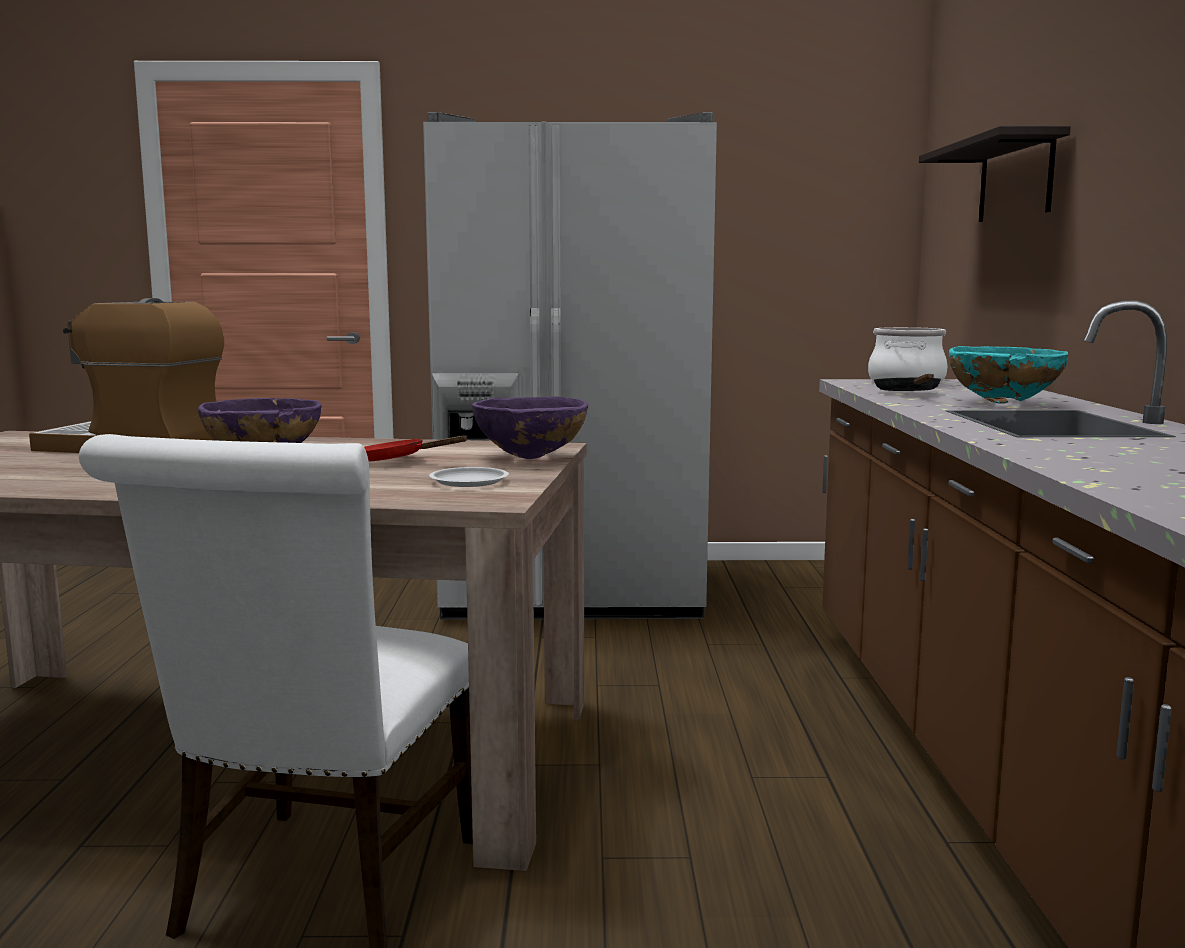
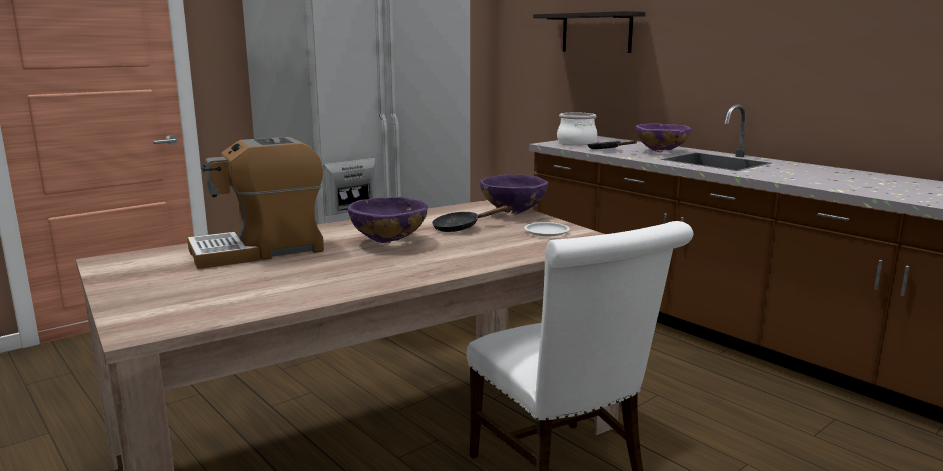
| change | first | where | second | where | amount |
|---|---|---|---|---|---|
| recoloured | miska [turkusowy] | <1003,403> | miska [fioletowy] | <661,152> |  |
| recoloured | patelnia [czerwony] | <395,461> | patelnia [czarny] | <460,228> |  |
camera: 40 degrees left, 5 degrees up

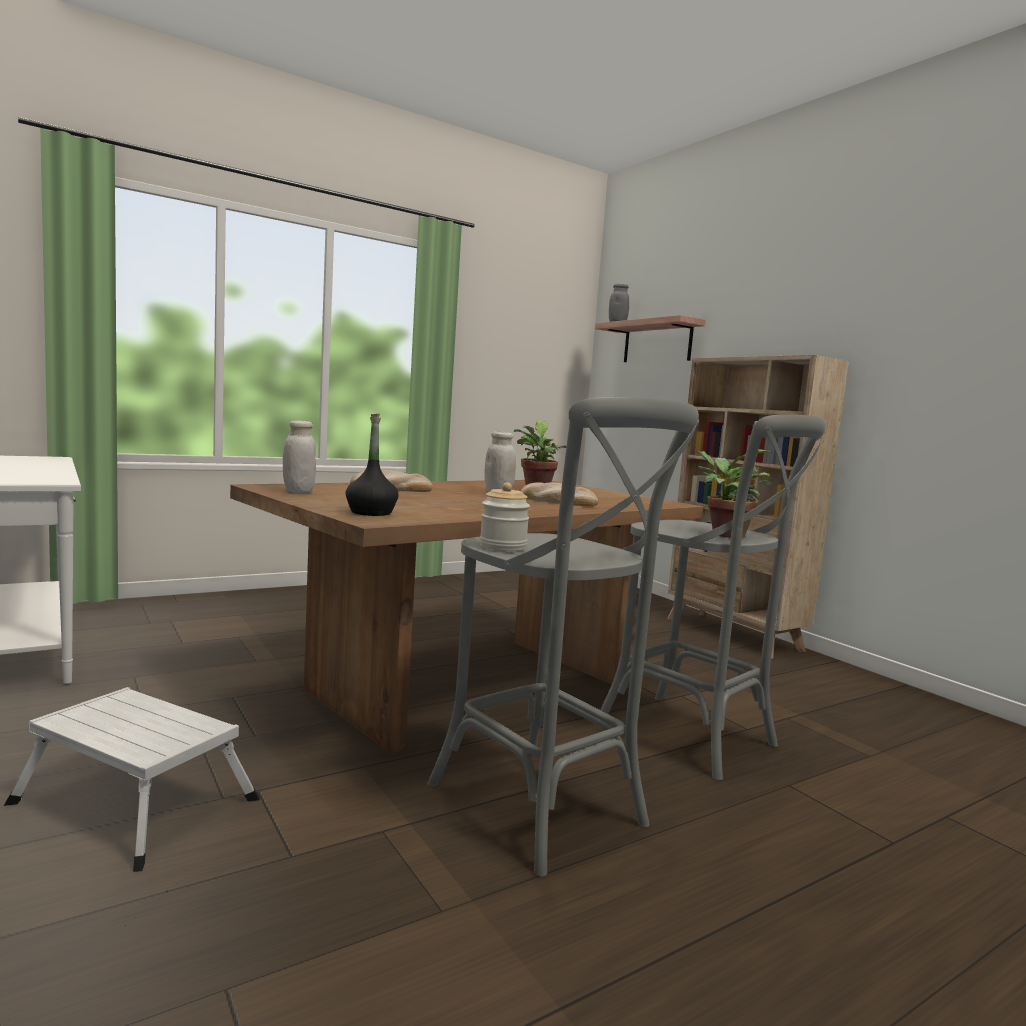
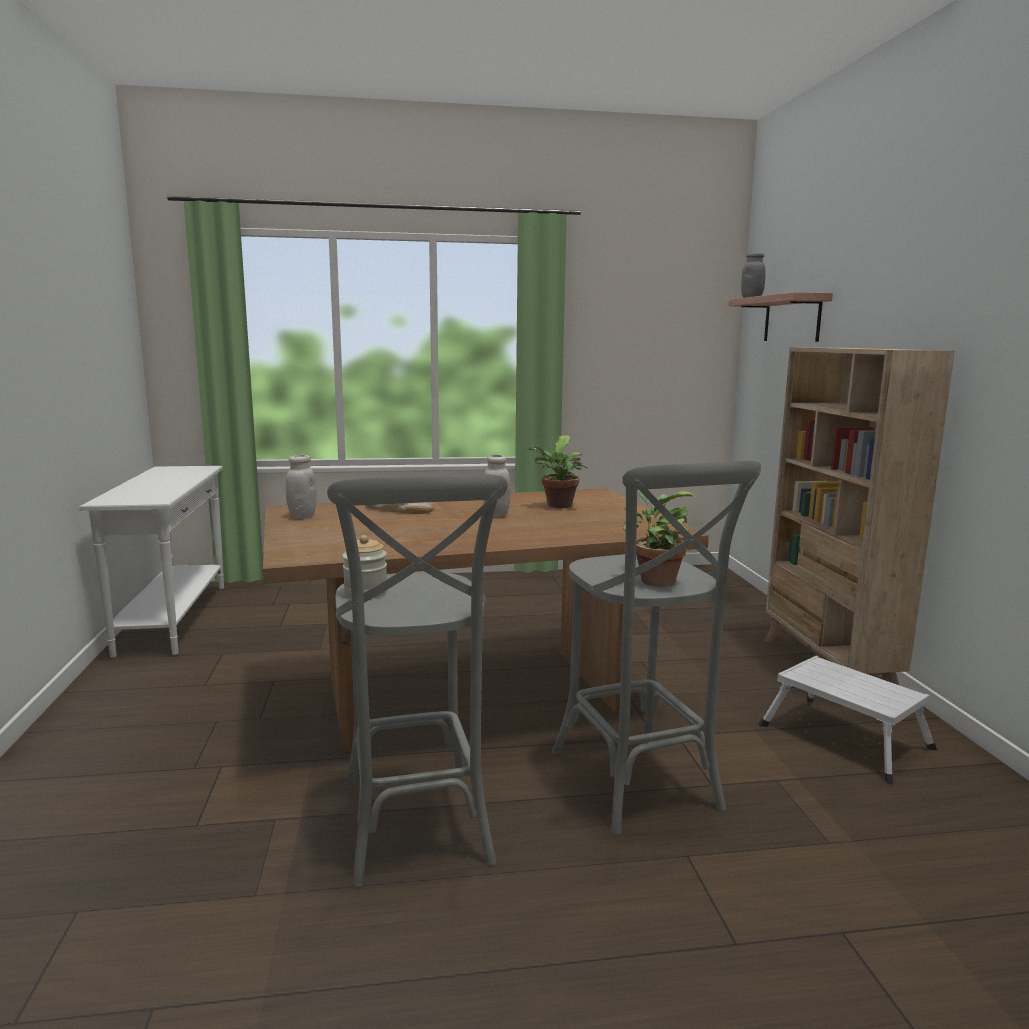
| change | first | where | second | where | amount |
|---|---|---|---|---|---|
| removed | butelka [czarny] | <371,513> |  |  |  |
| removed | chleb | <557,501> |  |  |  |
| moved | drabinka [biały] | <134,800> |  | <844,736> |  |
camera: 25 degrees right, 5 degrees up

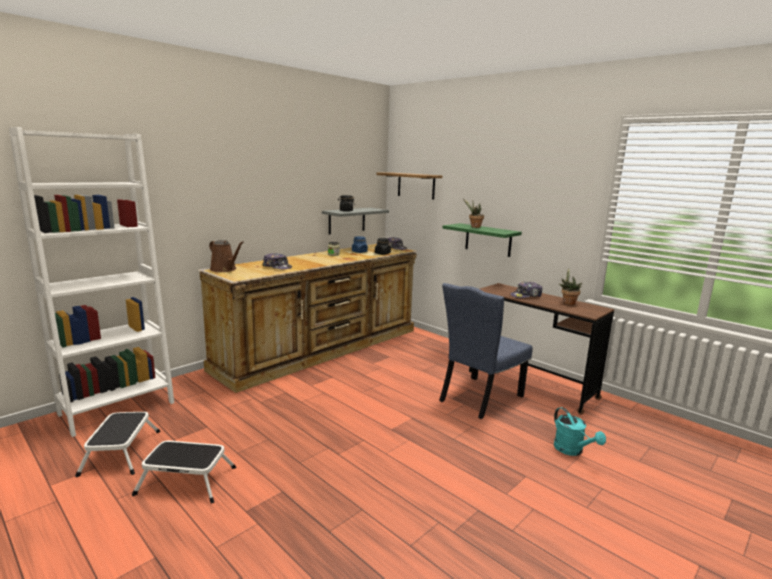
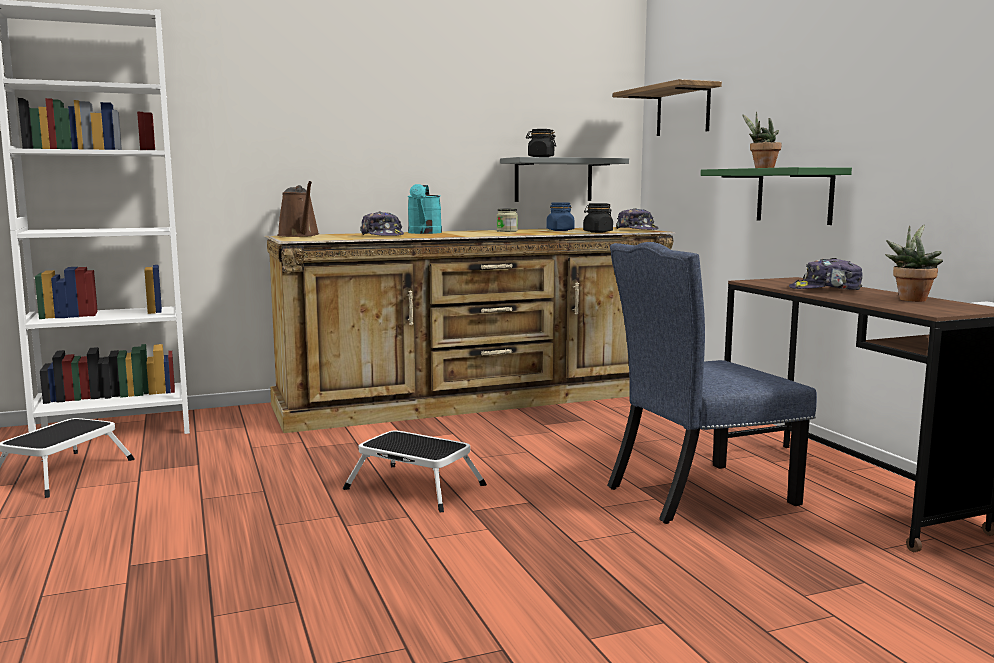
| change | first | where | second | where | amount |
|---|---|---|---|---|---|
| moved | konewka [turkusowy] | <572,450> |  | <424,233> |  |
| moved | drabinka [czarny] | <186,481> |  | <414,487> |  |
camera: 25 degrees right, 5 degrees down

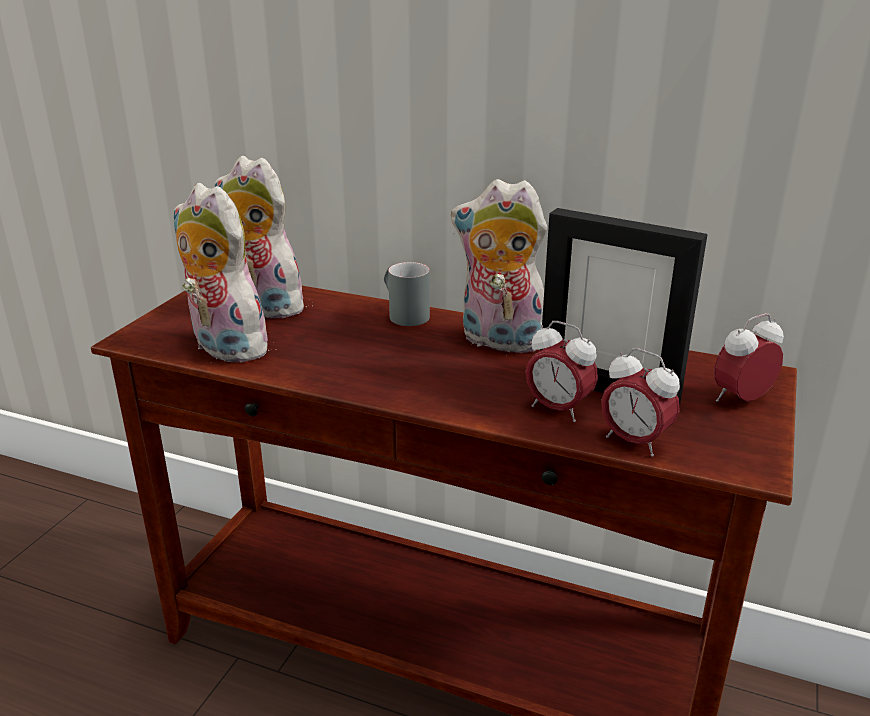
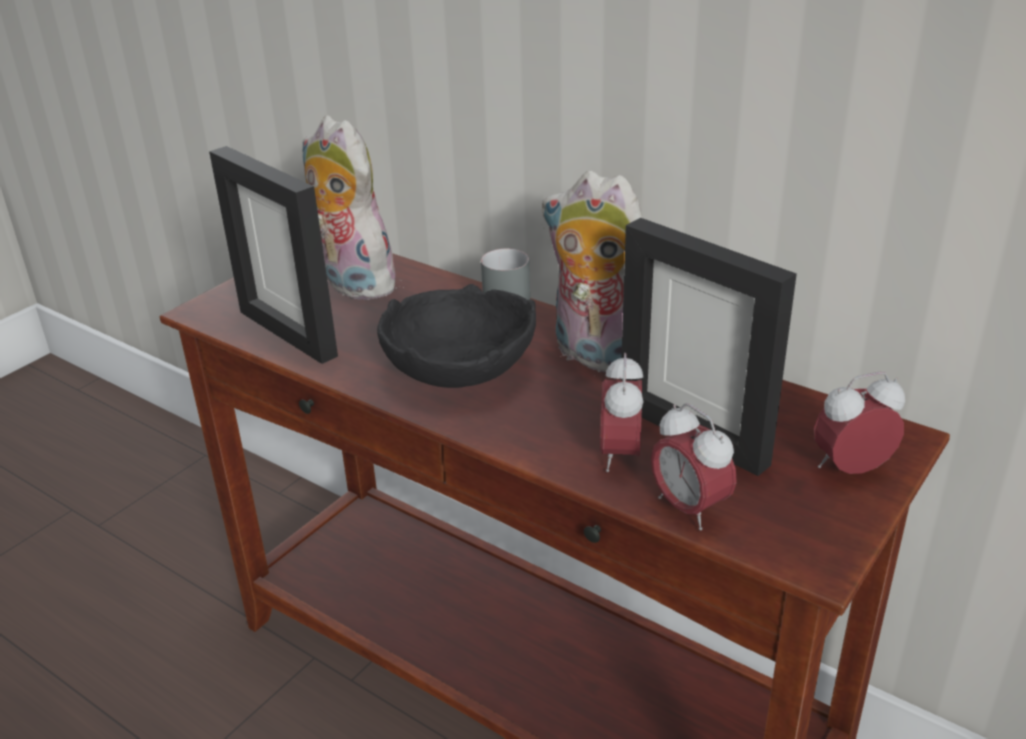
| change | first | where | second | where | amount |
|---|---|---|---|---|---|
| replaced | pluszak | <223,348> | ramka na zdjęcie | <290,332> |  |
| turned | budzik | <558,409> |  | <620,454> | 45 degrees clockwise |
| added |  |  | miska [czarny] | <458,369> |  |
camera: 15 degrees right, 5 degrees up

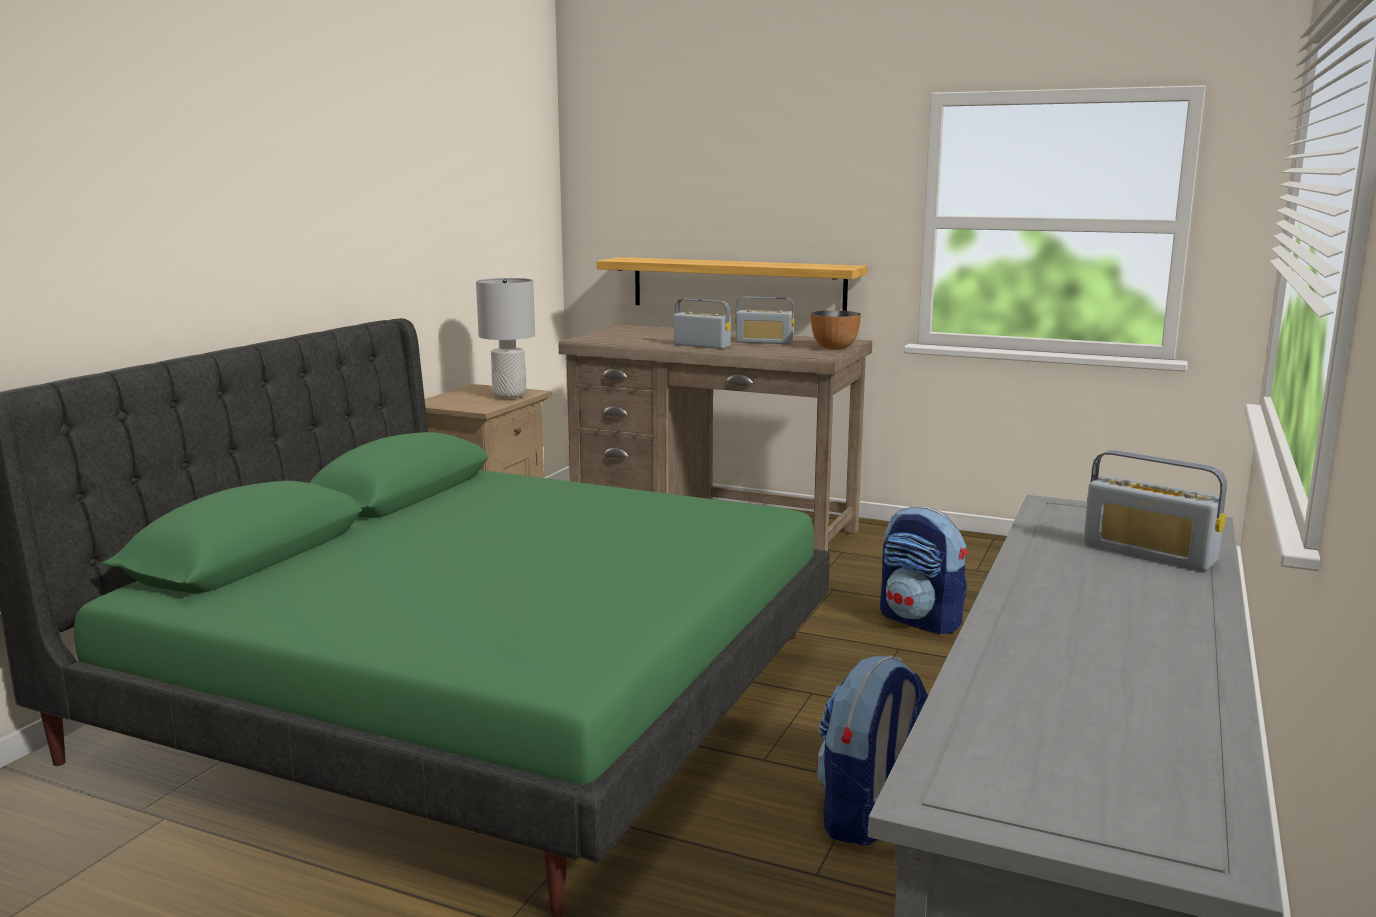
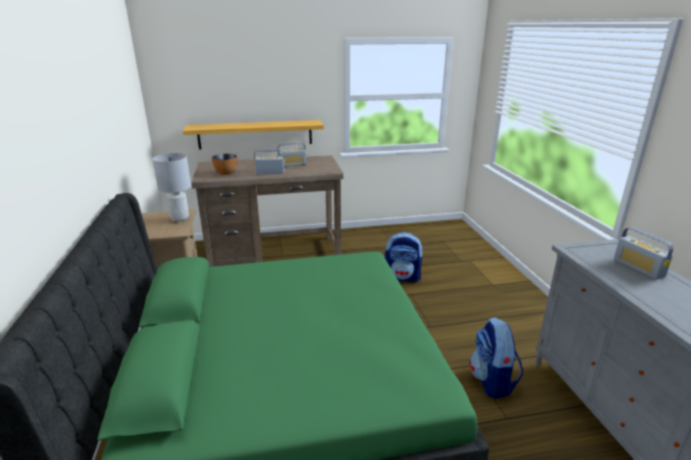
| change | first | where | second | where | amount |
|---|---|---|---|---|---|
| moved | miska | <834,348> |  | <226,173> |  |
| turned | radio | <1149,553> |  | <638,268> | 60 degrees clockwise |
camera: 35 degrees left, 10 degrees up

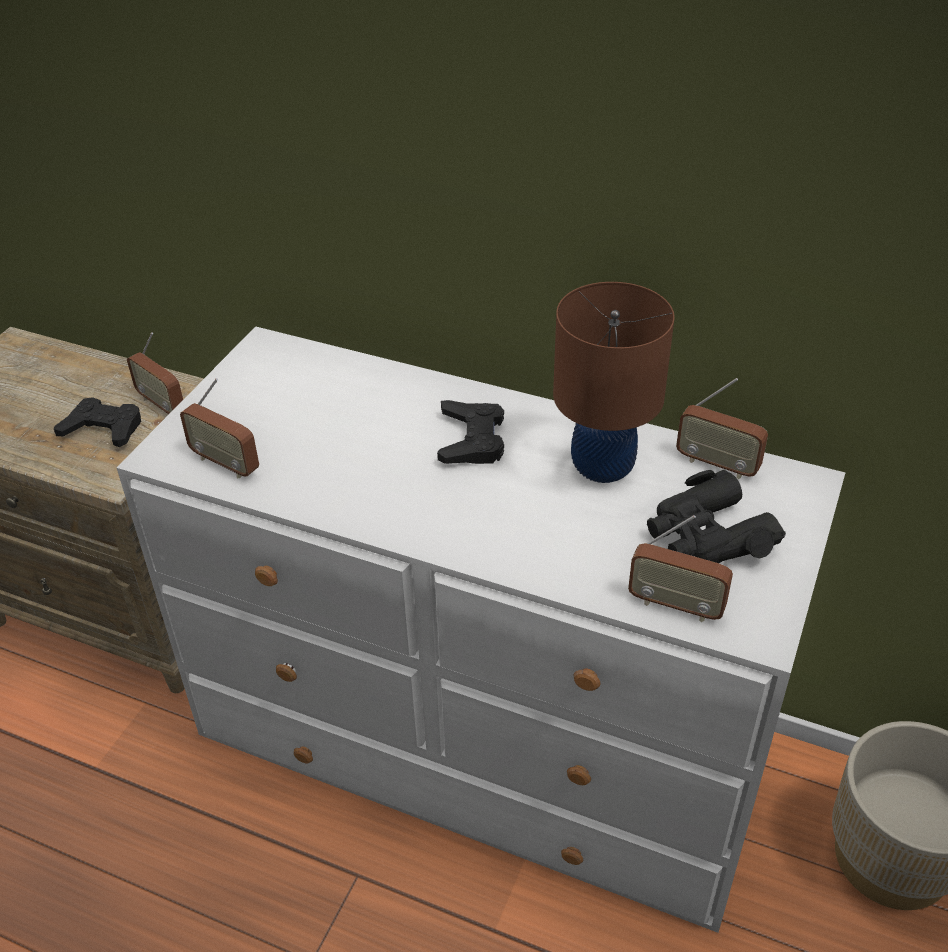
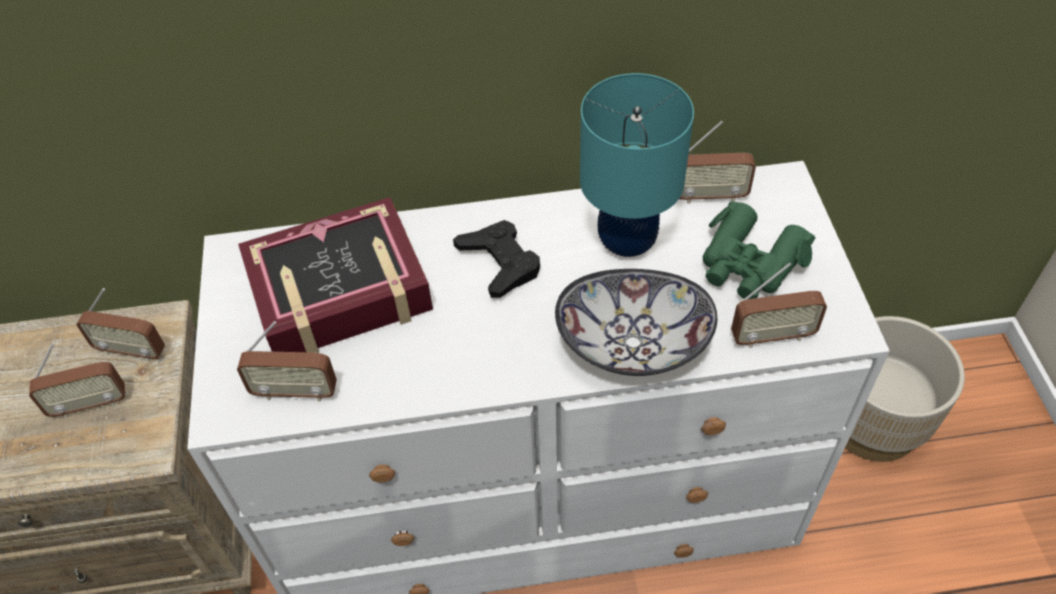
| change | first | where | second | where | amount |
|---|---|---|---|---|---|
| recoloured | lampa stołowa [brązowy] | <605,470> | lampa stołowa [turkusowy] | <630,241> |  |
| replaced | pad do gier [czarny] | <103,429> | radio | <89,404> |  |
| recoloured | lornetka [czarny] | <707,535> | lornetka [zielony] | <749,263> |  |
| added |  |  | książka | <340,292> |  |
| added |  |  | miska | <632,344> |  |
camera: 30 degrees left, 10 degrees up

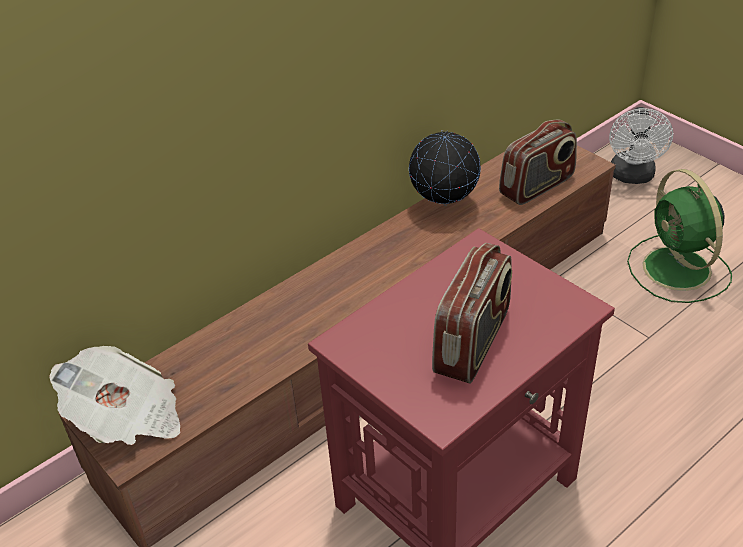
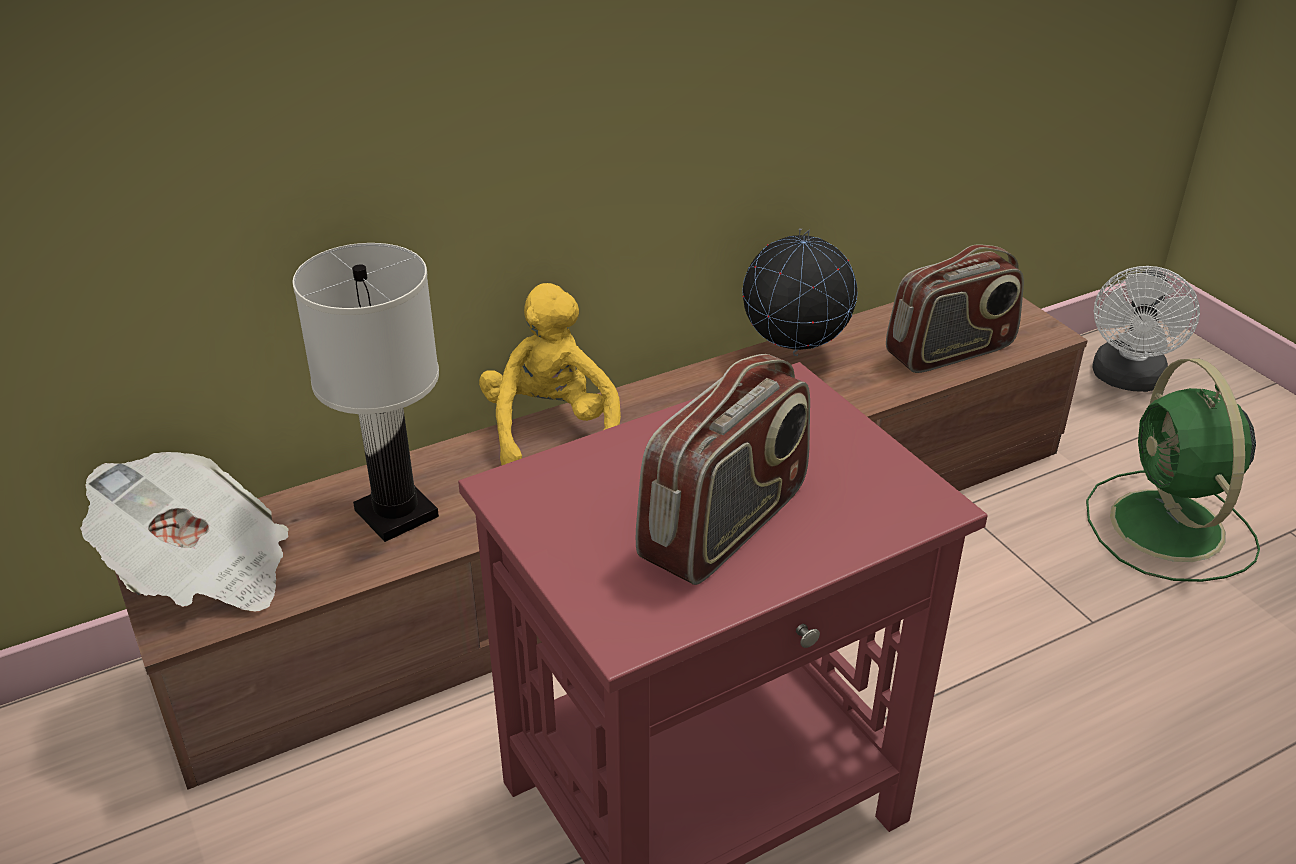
| change | first | where | second | where | amount |
|---|---|---|---|---|---|
| added |  |  | lampa stołowa [biały] | <398,513> |  |
| added |  |  | pluszak [żółty] | <551,430> |  |
camera: 10 degrees right, 5 degrees down

